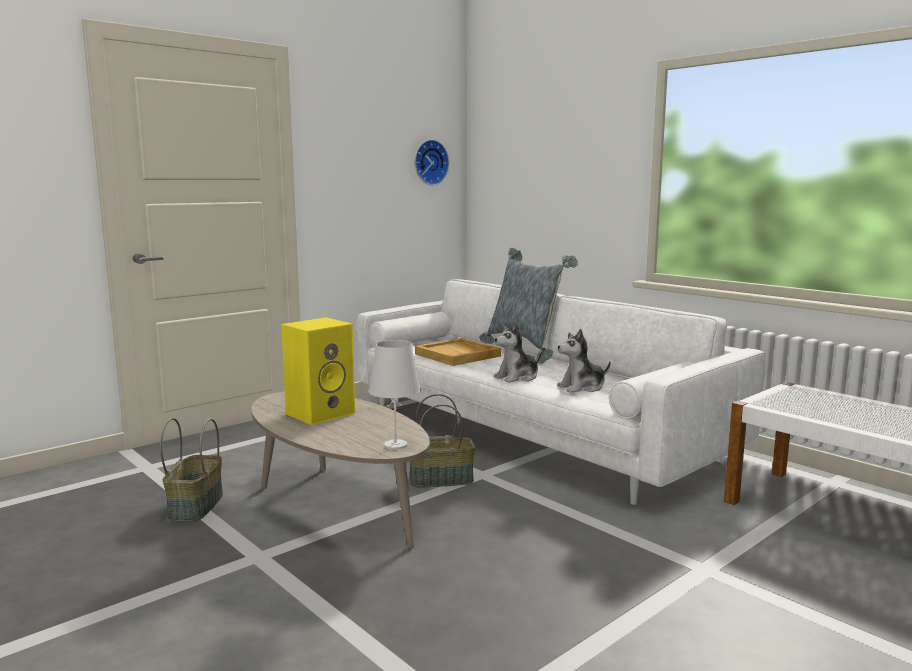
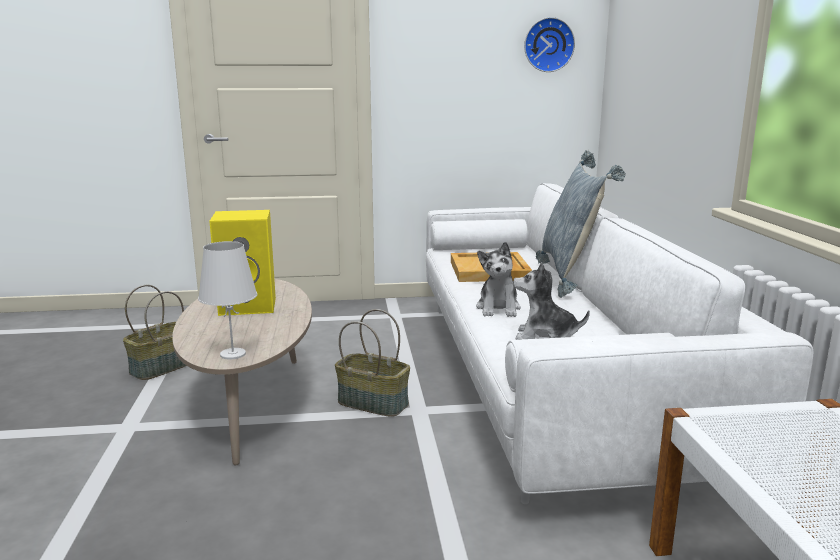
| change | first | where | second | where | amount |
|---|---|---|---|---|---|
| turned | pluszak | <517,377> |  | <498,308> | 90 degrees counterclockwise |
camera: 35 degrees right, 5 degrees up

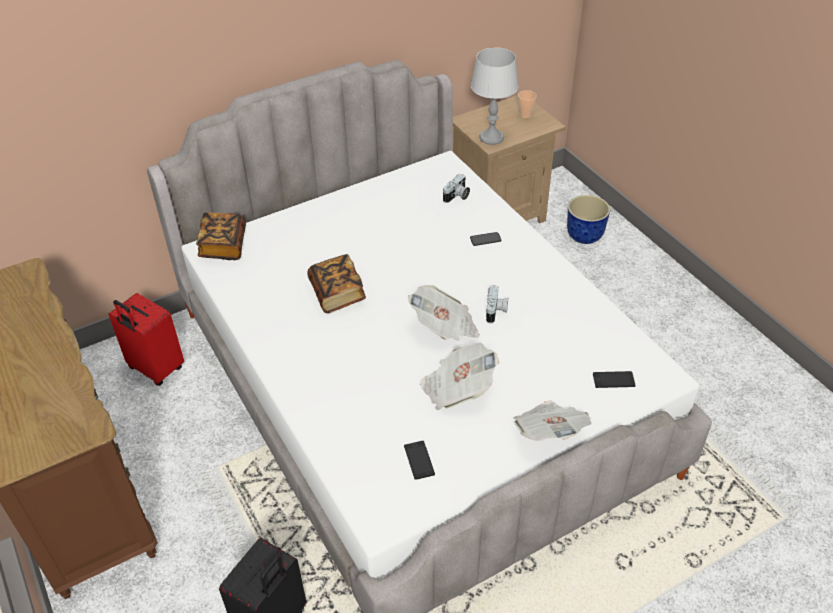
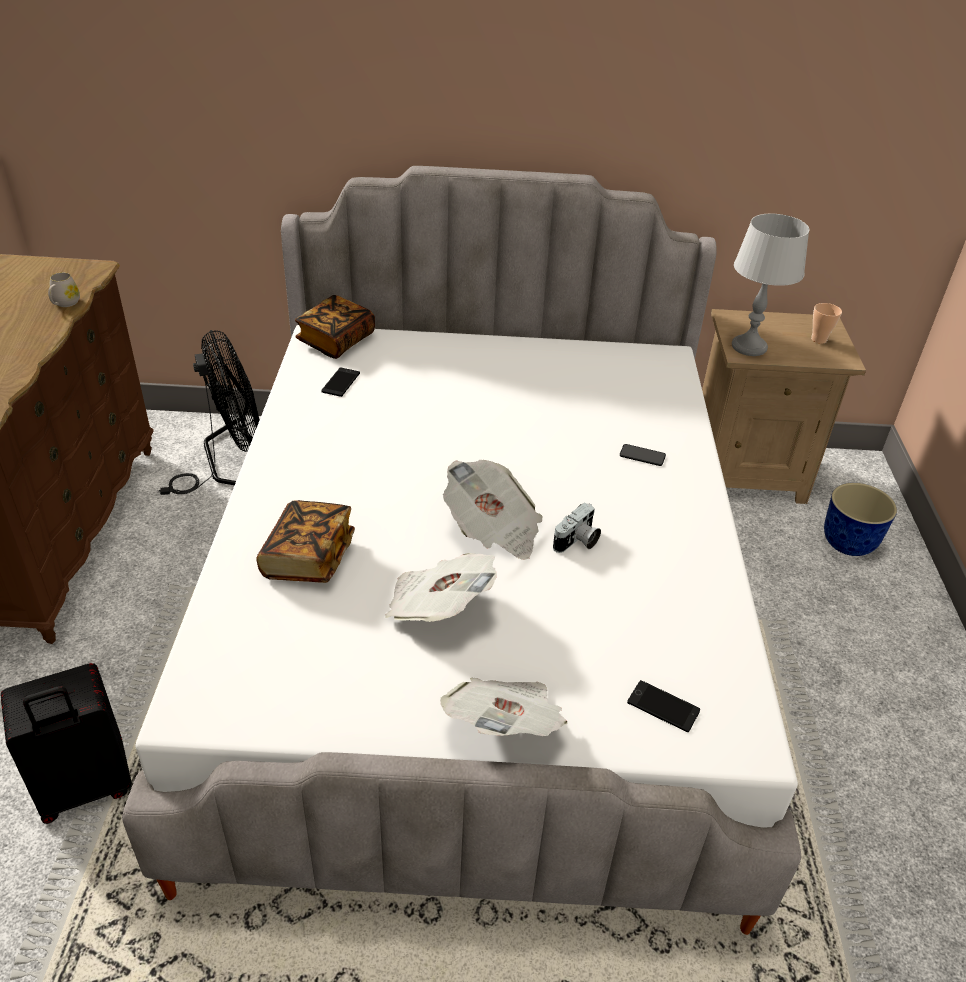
| change | first | where | second | where | amount |
|---|---|---|---|---|---|
| removed | aparat fotograficzny | <457,196> |  |  |  |
| moved | książka | <337,293> |  | <308,558> |  |
| replaced | walizka [czerwony] | <155,369> | wentylator [czarny] | <229,461> |  |
| moved | telefon | <419,460> |  | <341,382> |  |
| added |  |  | kubek [biały] | <64,304> |  |
camera: 30 degrees right, 5 degrees down

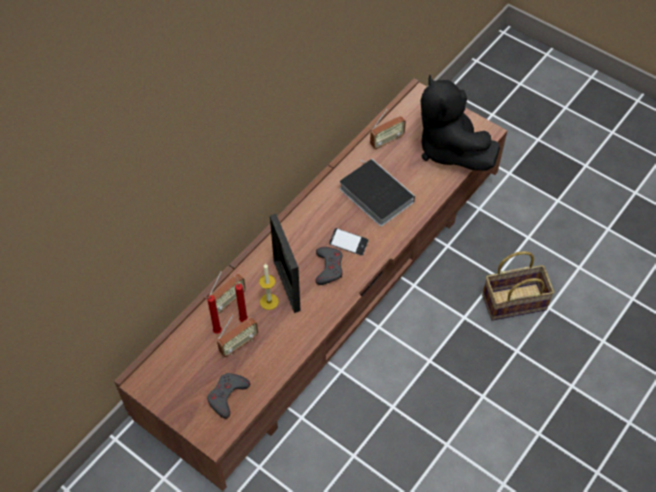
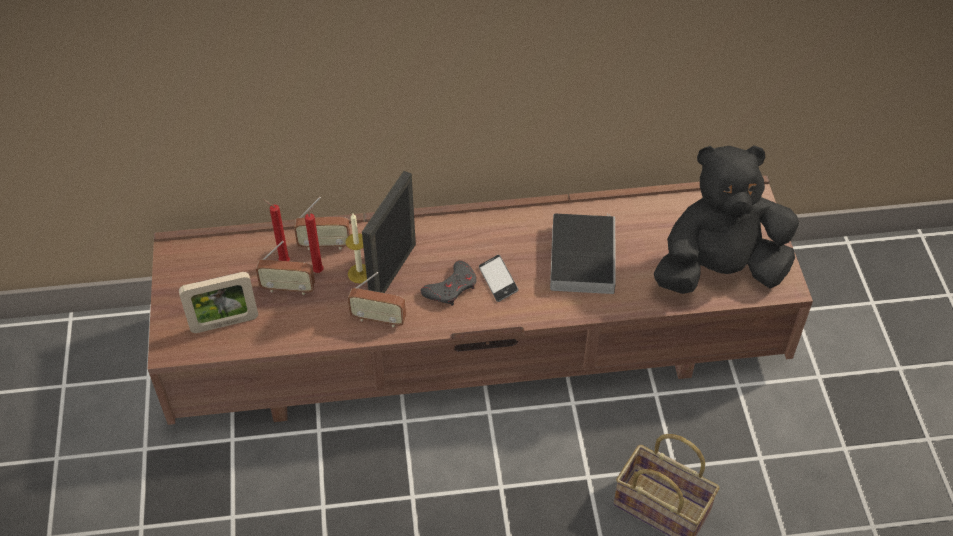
| change | first | where | second | where | amount |
|---|---|---|---|---|---|
| turned | pluszak [czarny] | <448,148> |  | <719,270> | 60 degrees clockwise |
| moved | radio | <386,141> |  | <378,319> |  |
| replaced | pad do gier [szary] | <227,396> | ramka na zdjęcie | <224,323> |  |
camera: 45 degrees right, 5 degrees down

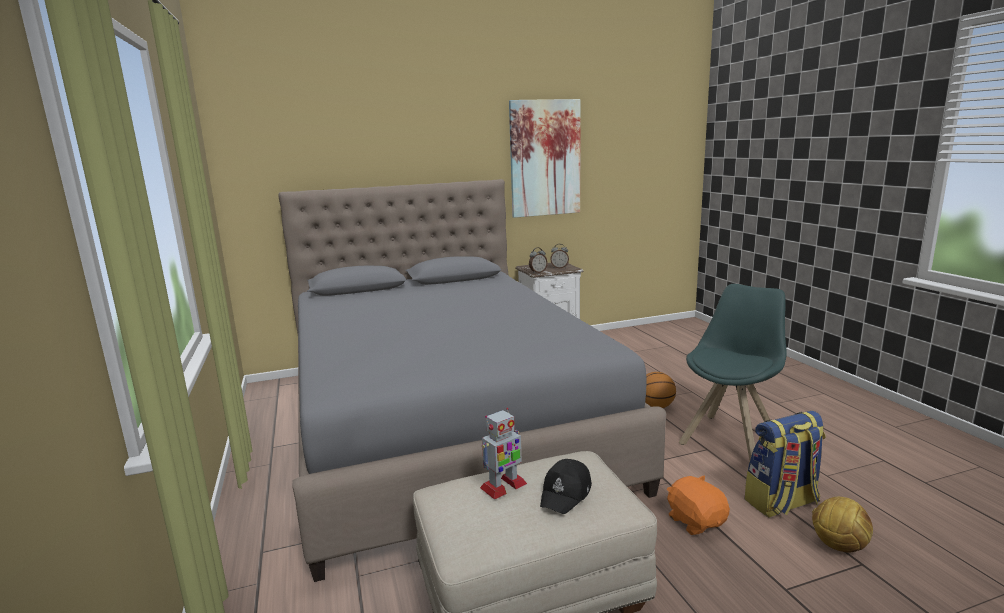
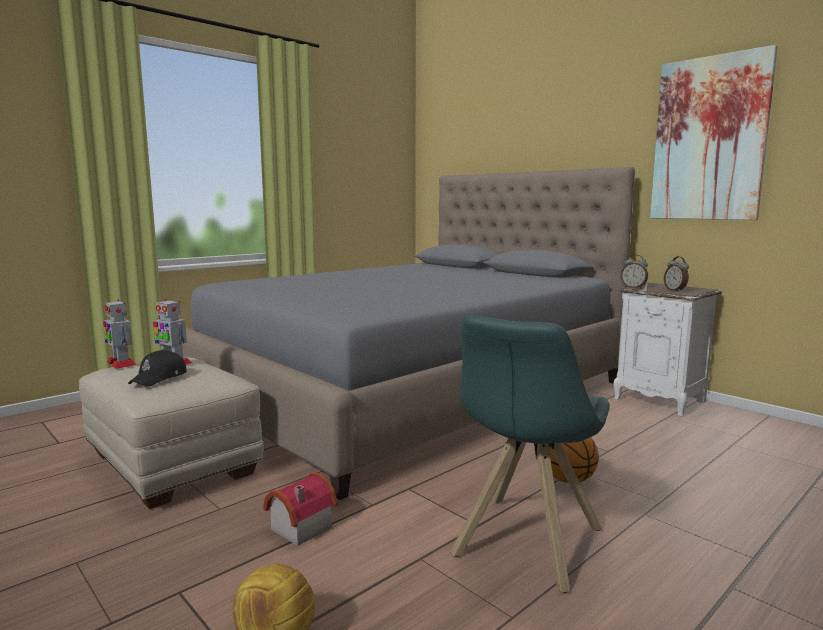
| change | first | where | second | where | amount |
|---|---|---|---|---|---|
| turned | krzesło [turkusowy] | <730,439> |  | <526,541> | 105 degrees clockwise |
| removed | plecak | <781,503> |  |  |  |
| turned | czapka z daszkiem [czarny] | <566,493> |  | <159,378> | 75 degrees counterclockwise |
| replaced | pluszak [pomarańczowy] | <696,521> | domek | <297,527> |  |
| added |  |  | robot zabawkowy | <121,363> |  |
camera: 65 degrees right, 5 degrees down

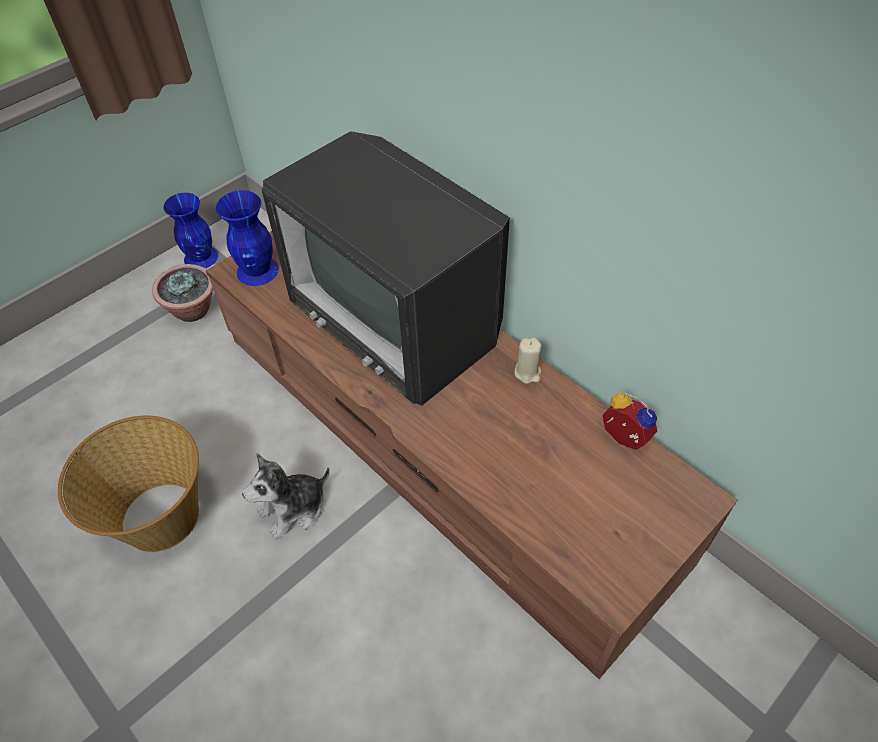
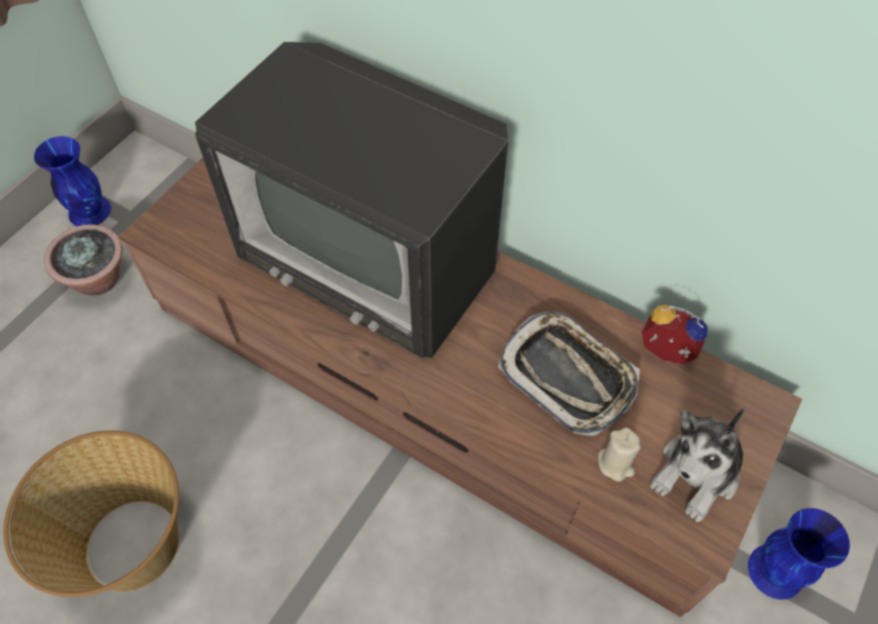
| change | first | where | second | where | amount |
|---|---|---|---|---|---|
| moved | wazon [niebieski] | <258,271> |  | <776,572> |  |
| moved | świeca [beżowy] | <527,372> |  | <615,464> |  |
| moved | pluszak | <294,509> |  | <697,473> |  |
| added |  |  | taca | <567,375> |  |
camera: 15 degrees left, 5 degrees up

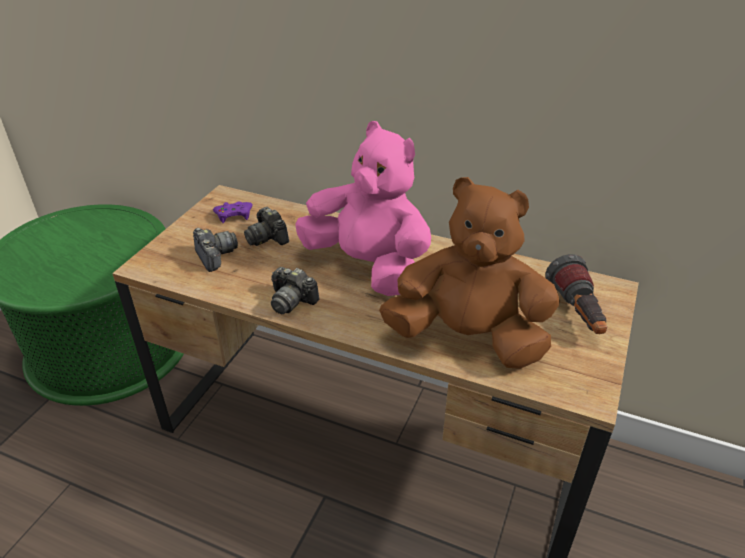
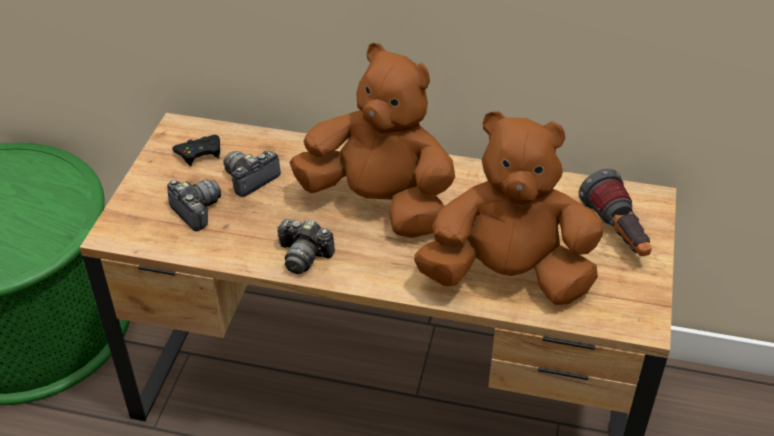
| change | first | where | second | where | amount |
|---|---|---|---|---|---|
| recoloured | pluszak [różowy] | <369,266> | pluszak [brązowy] | <379,203> |  |
| recoloured | pad do gier [fioletowy] | <234,215> | pad do gier [czarny] | <199,153> |  |
| turned | aparat fotograficzny | <267,238> |  | <250,179> | 90 degrees clockwise |
camera: 10 degrees left, 5 degrees up

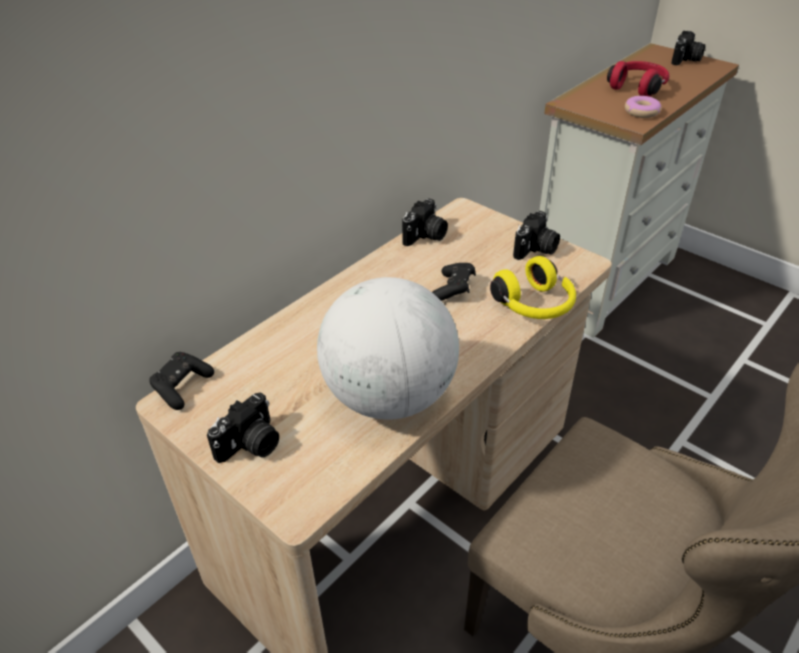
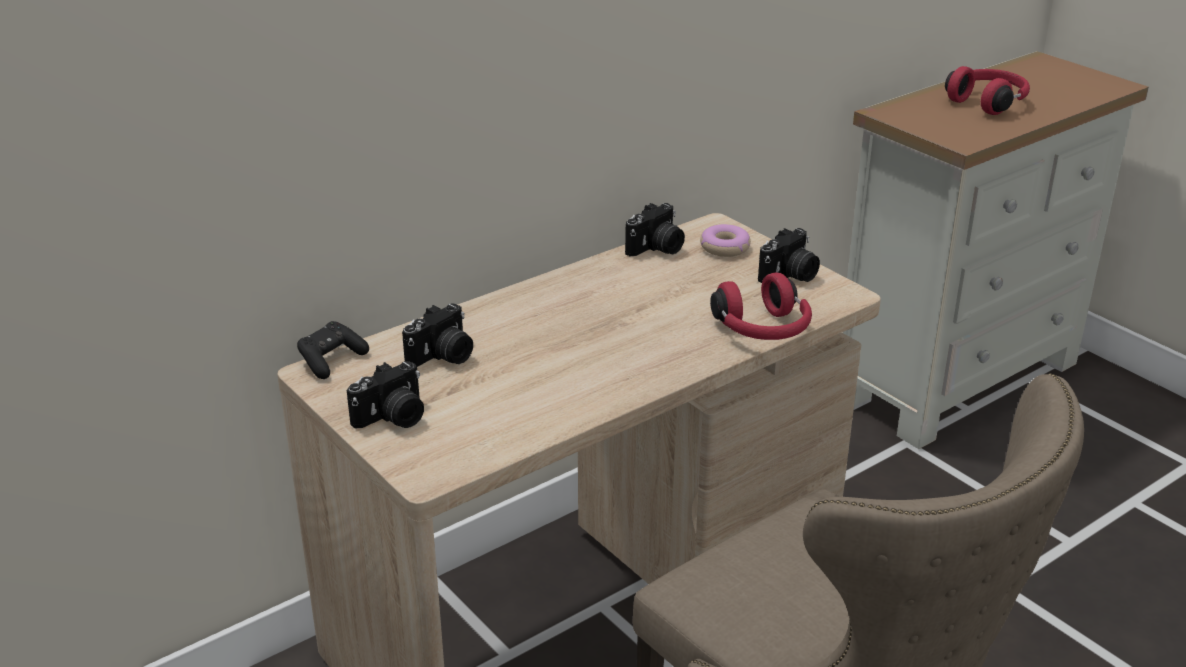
| change | first | where | second | where | amount |
|---|---|---|---|---|---|
| moved | aparat fotograficzny | <686,60> |  | <443,357> |  |
| moved | donut | <641,112> |  | <725,248> |  |
| recoloured | słuchawki [żółty] | <534,305> | słuchawki [czerwony] | <763,330> |  |
| removed | pad do gier [czarny] | <454,289> |  |  |  |
| removed | globus | <390,397> |  |  |  |
camera: 10 degrees right, 10 degrees down

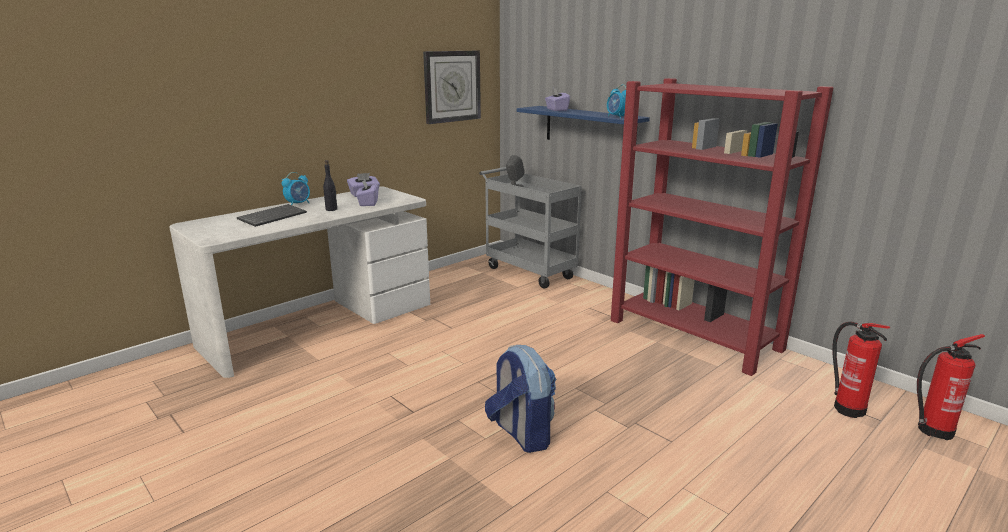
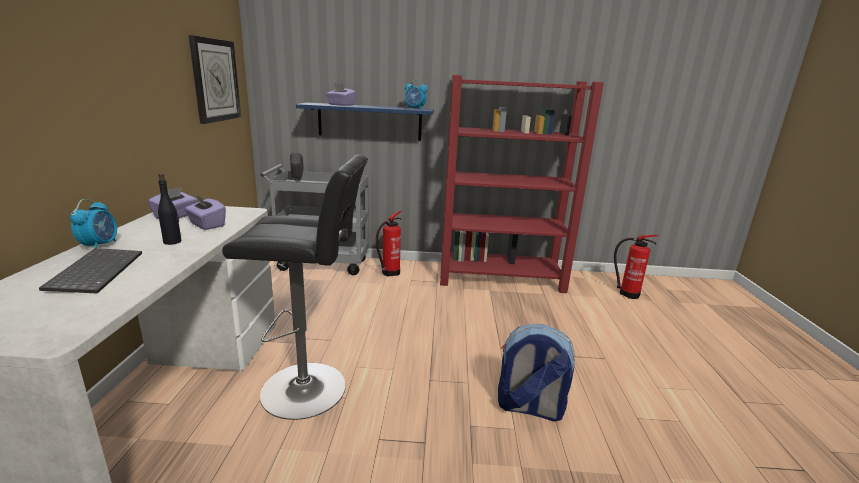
| change | first | where | second | where | amount |
|---|---|---|---|---|---|
| moved | gaśnica | <932,430> |  | <389,273> |  |
| added |  |  | stołek [czarny] | <310,389> |  |
camera: 45 degrees left, 0 degrees up

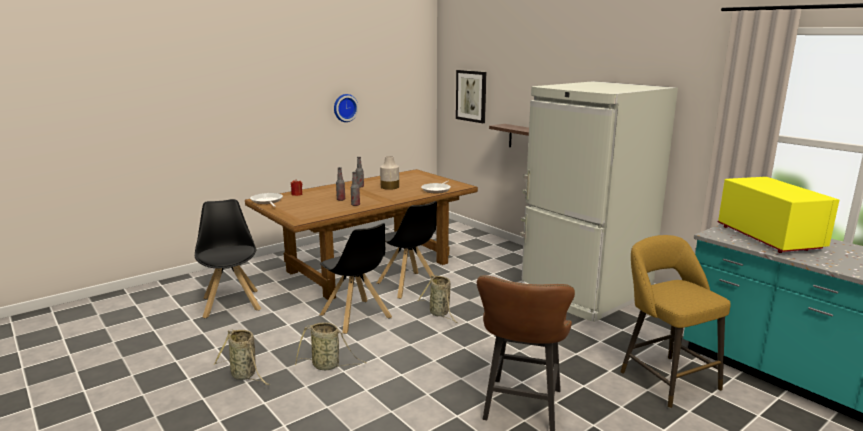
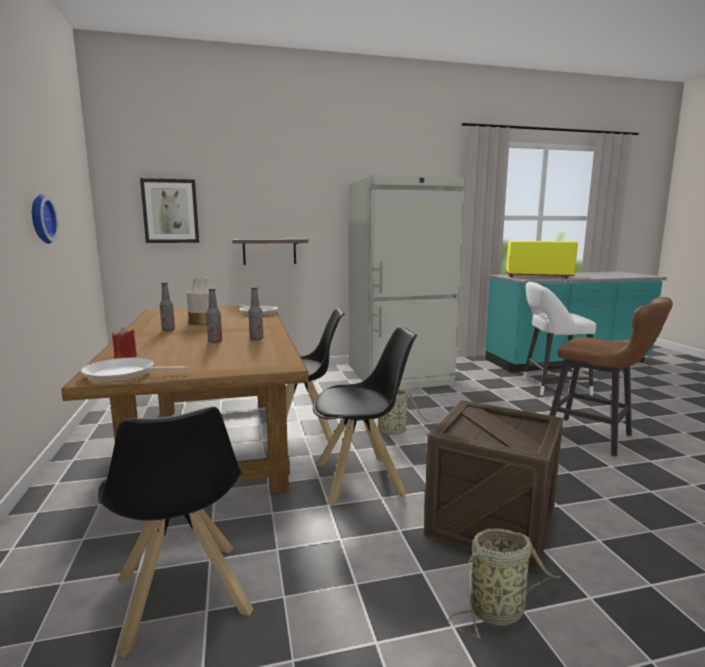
| change | first | where | second | where | amount |
|---|---|---|---|---|---|
| turned | krzesło [czarny] | <231,303> |  | <183,598> | 120 degrees counterclockwise |
| recoloured | stołek [żółty] | <665,378> | stołek [biały] | <551,387> |  |
| replaced | koszyk | <328,366> | skrzynka | <491,522> |  |
camera: 65 degrees left, 5 degrees down

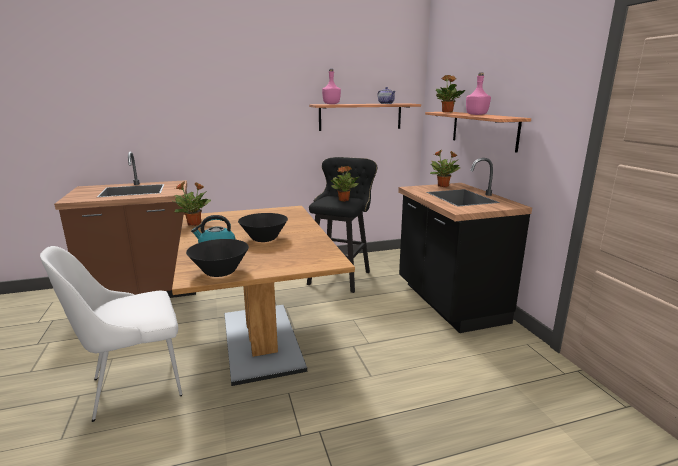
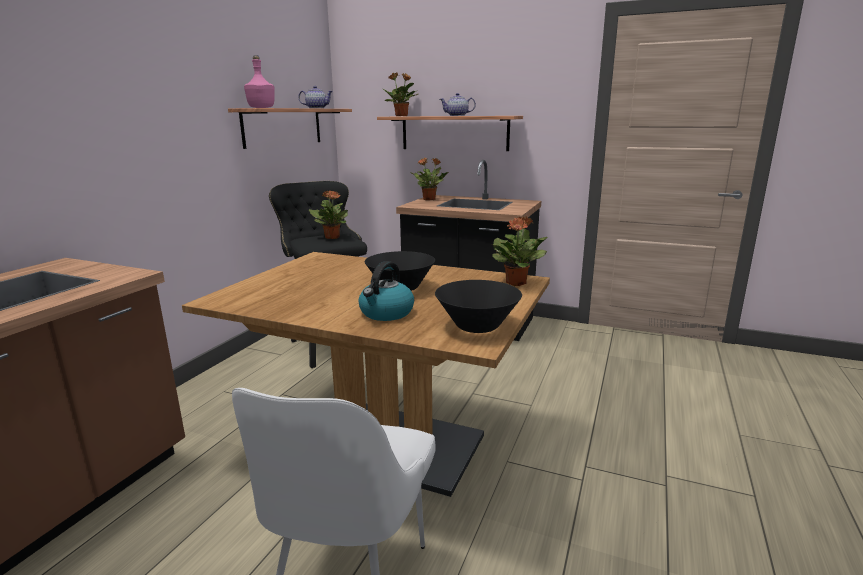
| change | first | where | second | where | amount |
|---|---|---|---|---|---|
| replaced | butelka [różowy] | <476,114> | imbryk | <457,115> |  |
| moved | roślina doniczkowa | <194,224> |  | <516,283> |  |
camera: 50 degrees left, 0 degrees up

